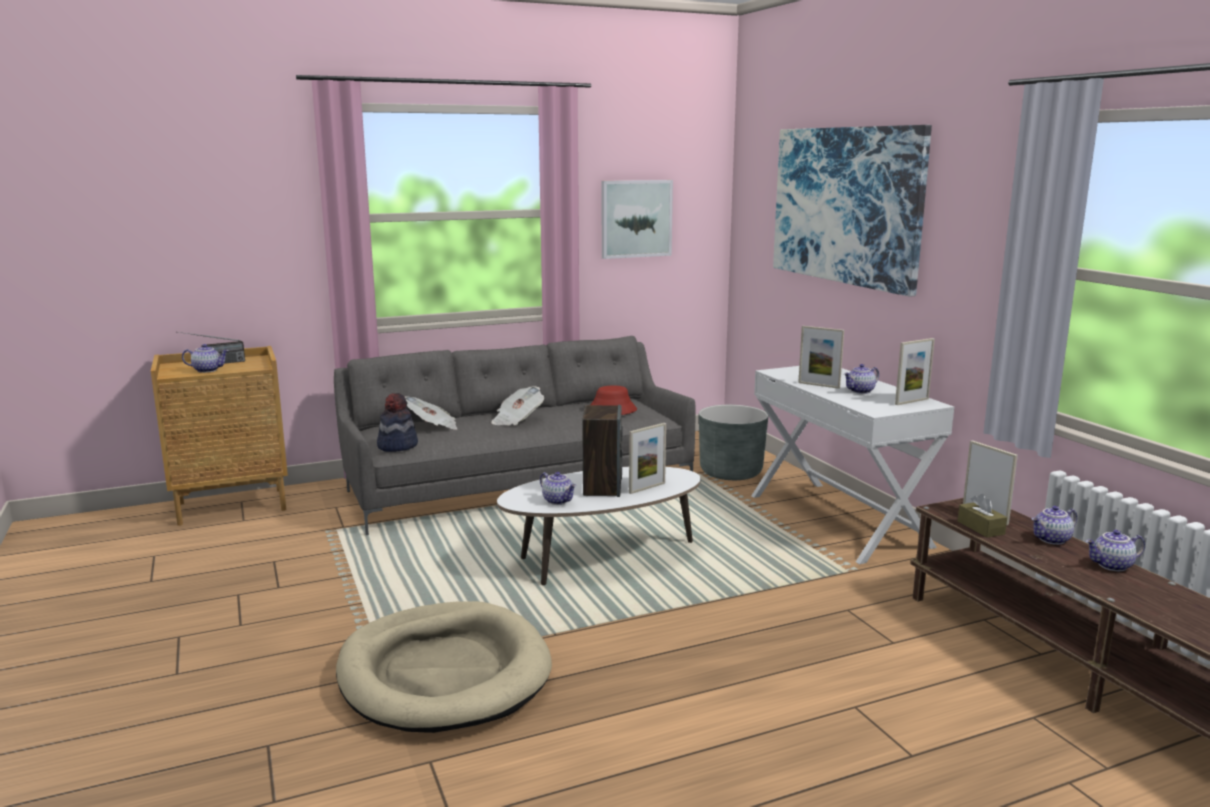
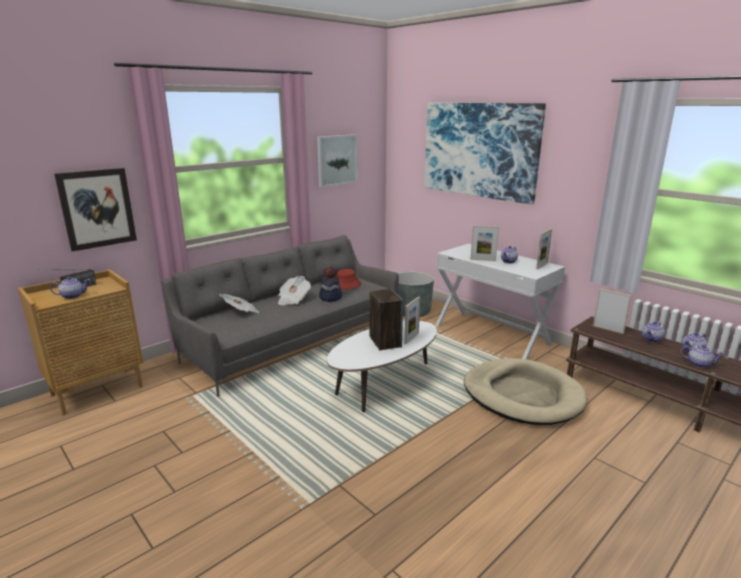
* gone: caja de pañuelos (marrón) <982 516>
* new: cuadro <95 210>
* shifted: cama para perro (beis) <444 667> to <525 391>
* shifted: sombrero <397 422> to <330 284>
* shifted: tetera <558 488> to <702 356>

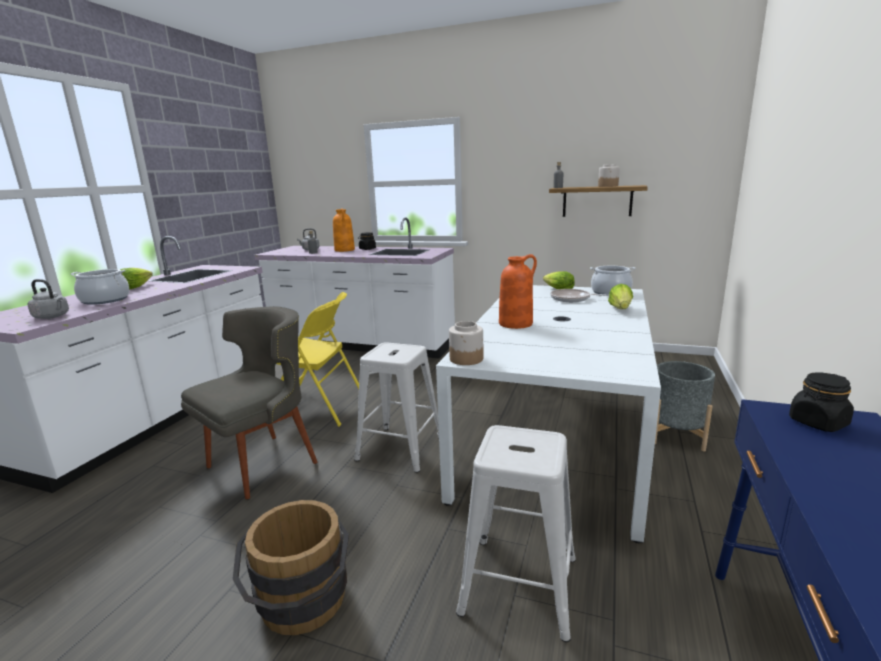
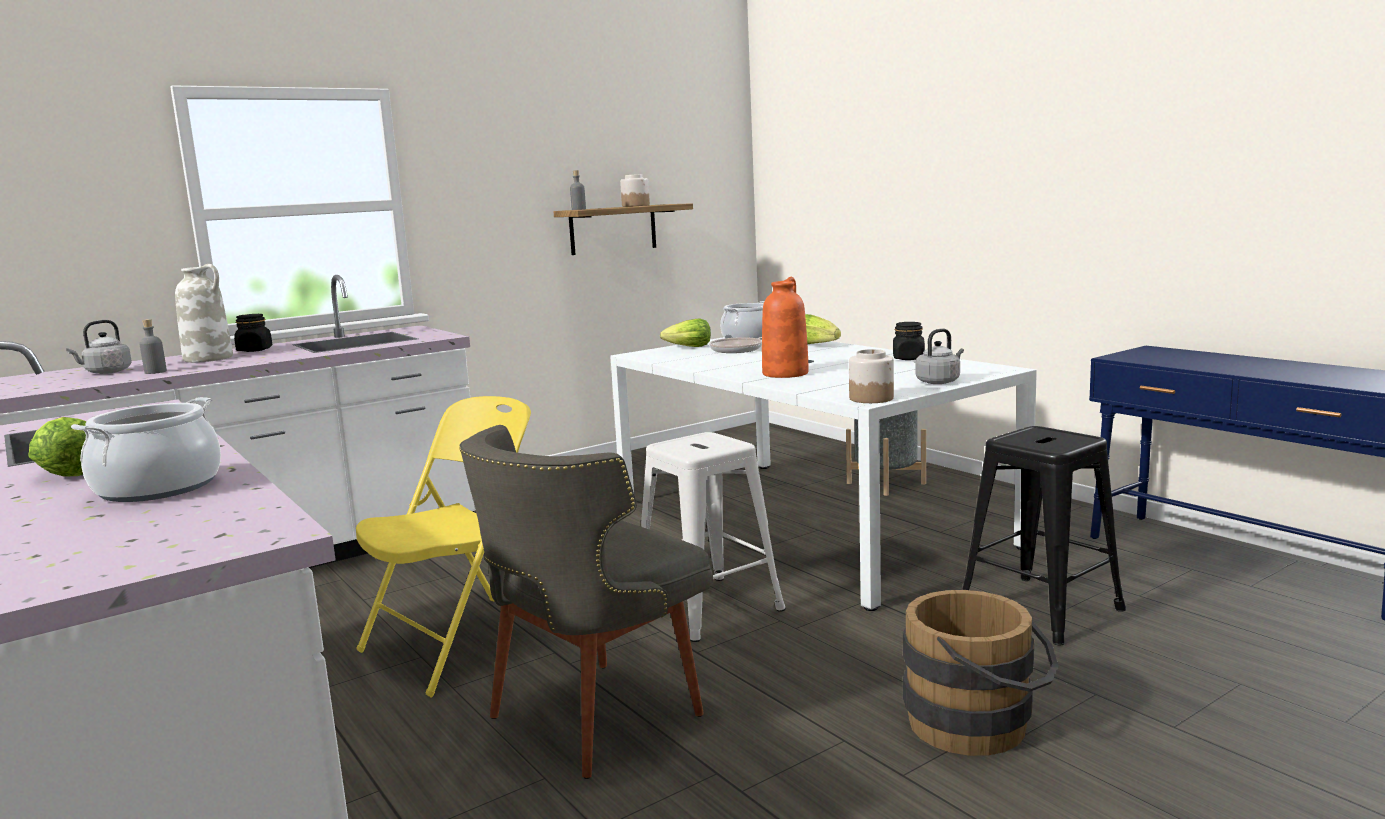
* shifted: hervidor (gris) <48 299> to <939 356>
* shifted: tarro (negro) <821 402> to <909 341>
* repainted: florero (naranja) <344 230> to florero (blanco) <204 313>
* repainted: taburete (blanco) <516 533> to taburete (negro) <1044 535>
* rotated: silla (gris) <249 403> = <586 602> 120 degrees counterclockwise

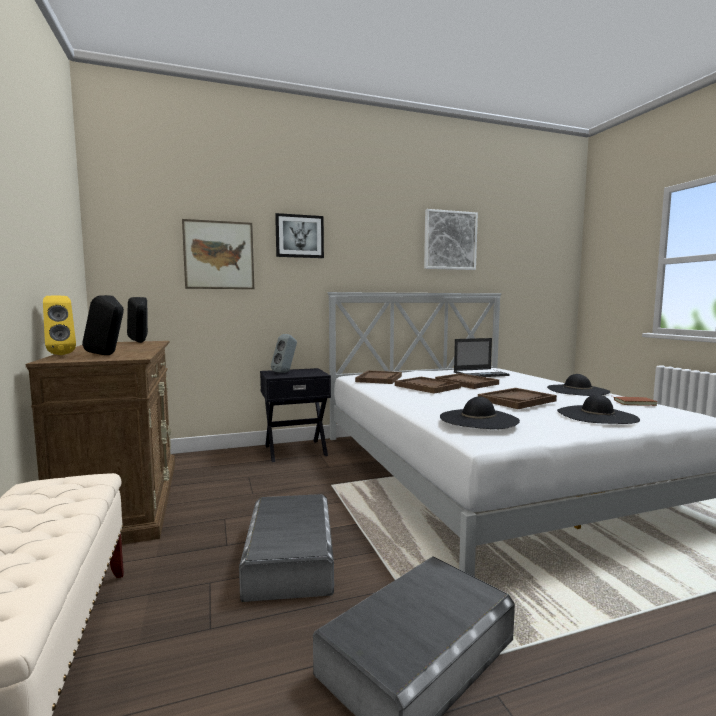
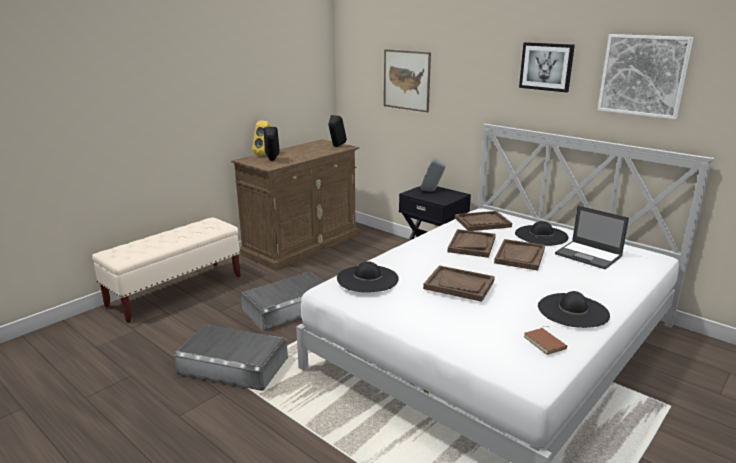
* shifted: cuadro <299 235> to <547 67>
* shifted: sombrero (negro) <598 409> to <542 233>

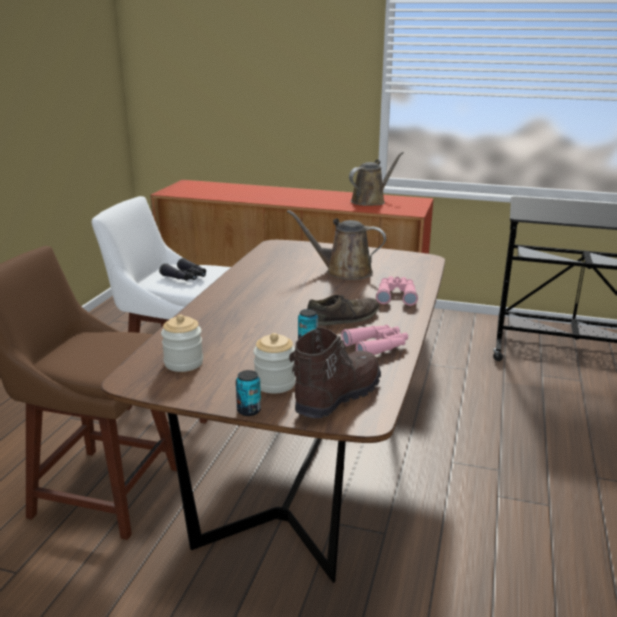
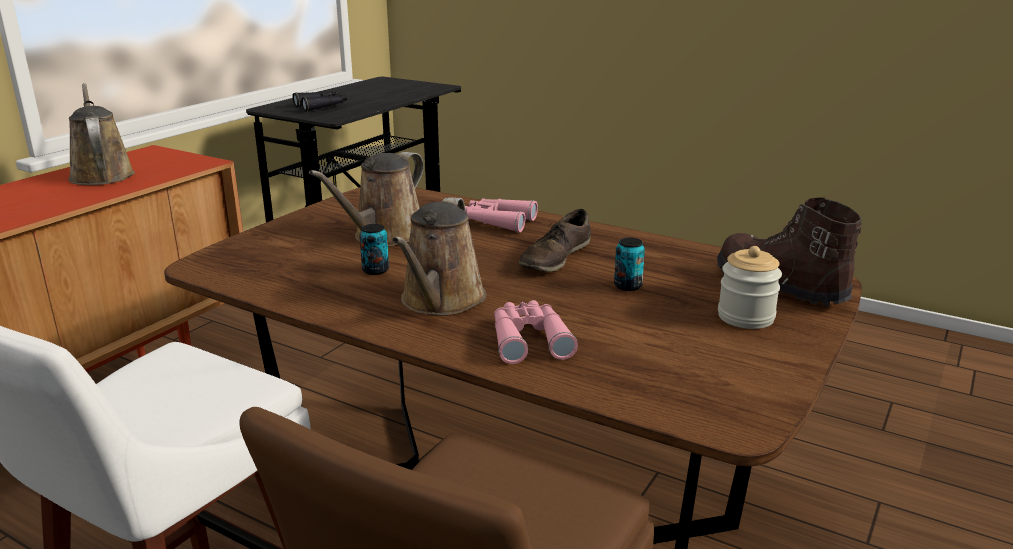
* gone: tarro <182 343>
* new: regadera (marrón) <439 257>
* shifted: prismáticos (negro) <182 269> to <319 102>
* shifted: lata <248 393> to <374 249>
* shifted: prismáticos (rosa) <374 340> to <536 332>
* rotated: zapato (marrón) <343 310> = <554 240> 135 degrees counterclockwise

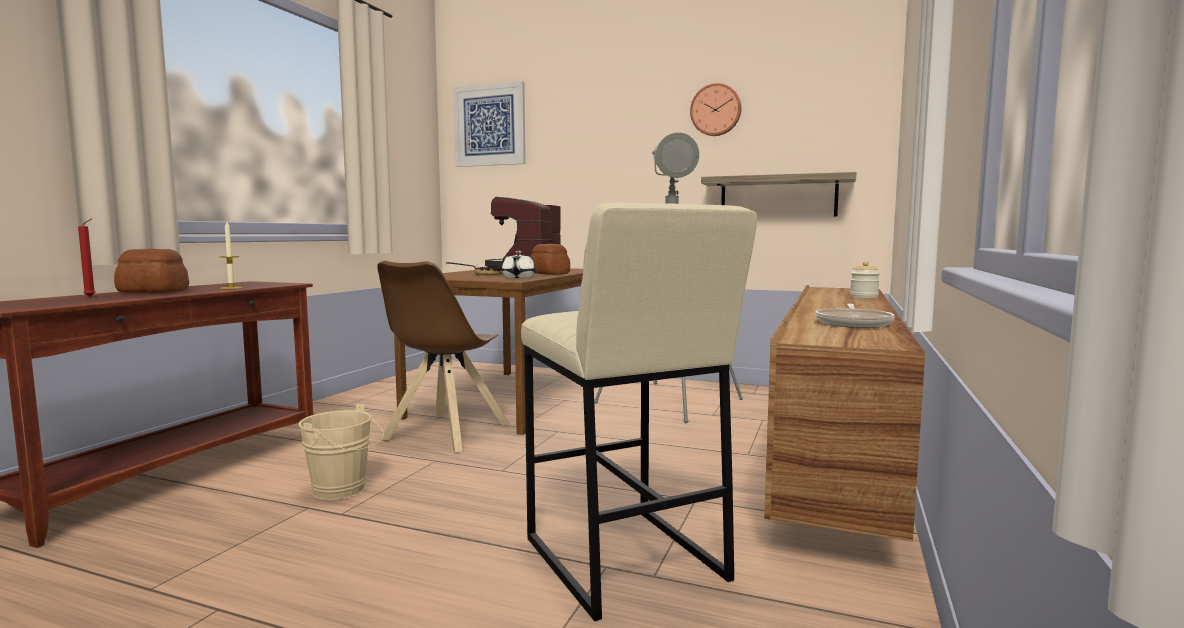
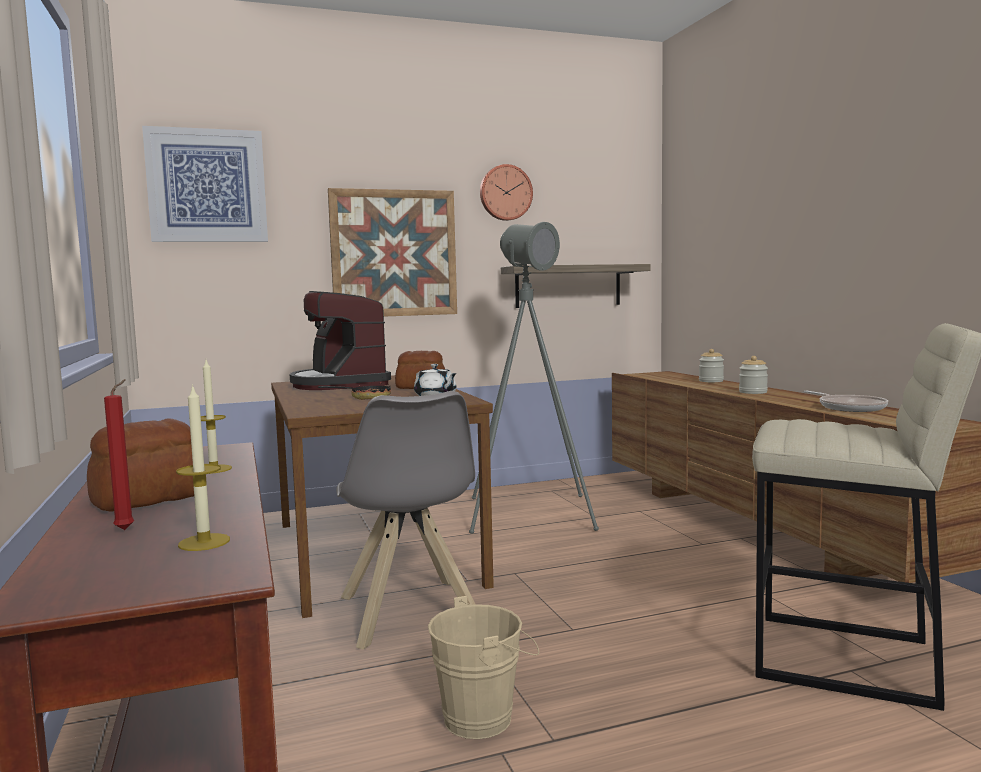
* new: vela <203 467>
* new: cuadro <392 252>
* new: tarro <753 375>
* repainted: silla (marrón) <443 356> to silla (gris) <405 520>

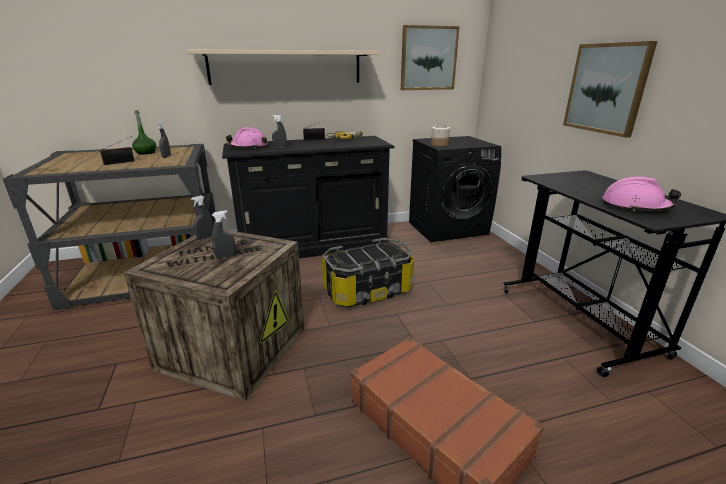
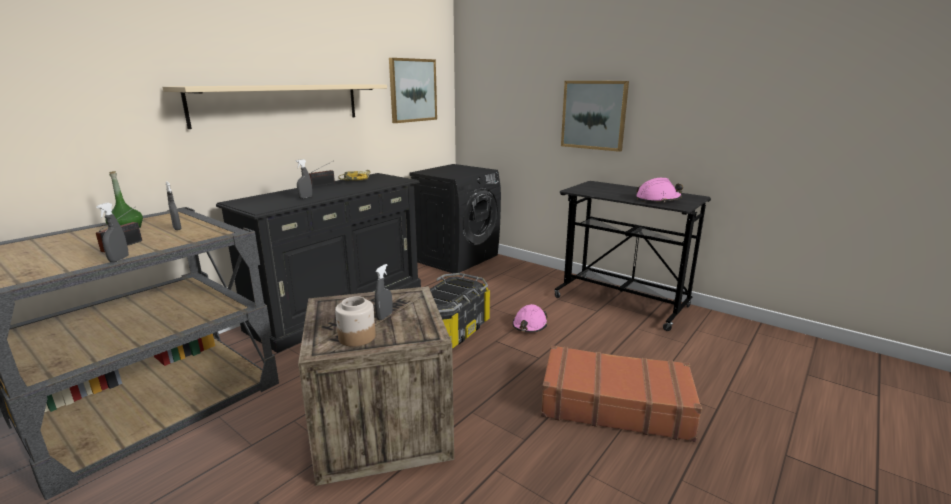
* shifted: pulverizador (gris) <202 217> to <112 232>
* shifted: casco (rosa) <247 138> to <530 318>
* shifted: tarro <440 135> to <355 321>

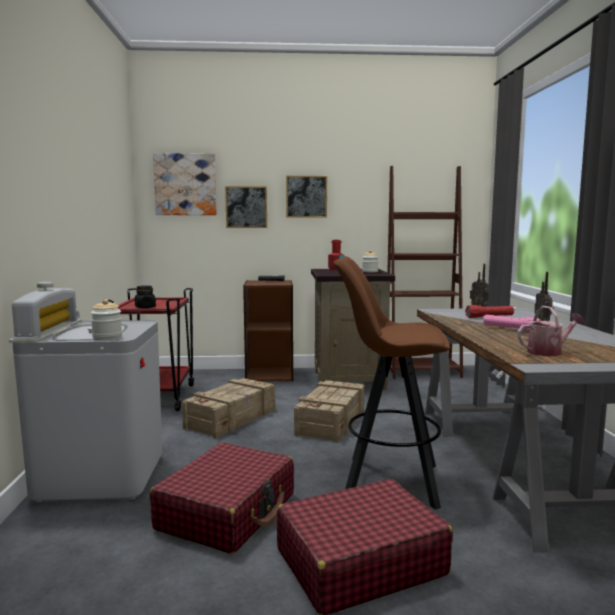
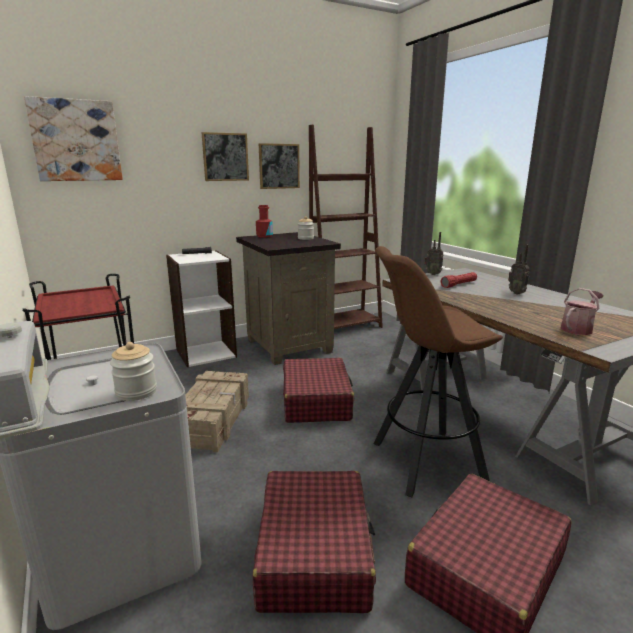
* gone: tarro (negro) <145 296>
* gone: linterna (rosa) <512 323>
* shifted: cuadro <246 207> to <279 166>
* swapped: caja de embalaje <329 411> to maleta (rojo) <318 390>
* repainted: estantería (marrón) <268 331> to estantería (blanco) <201 308>

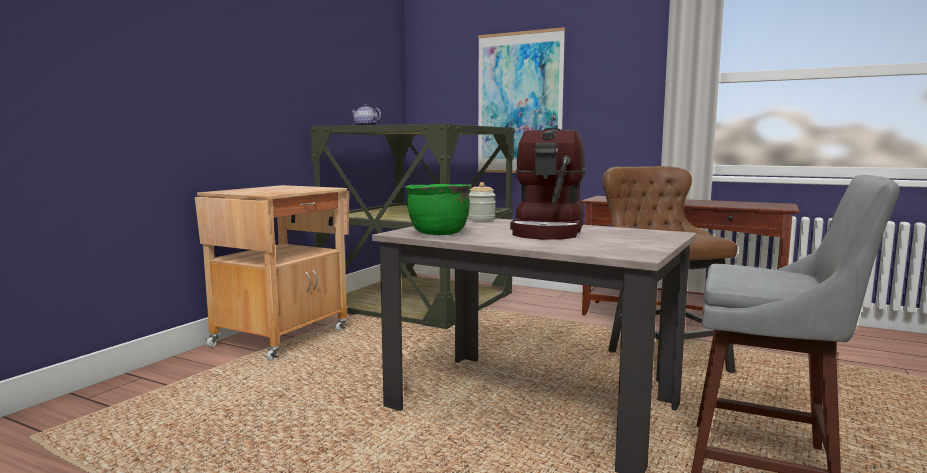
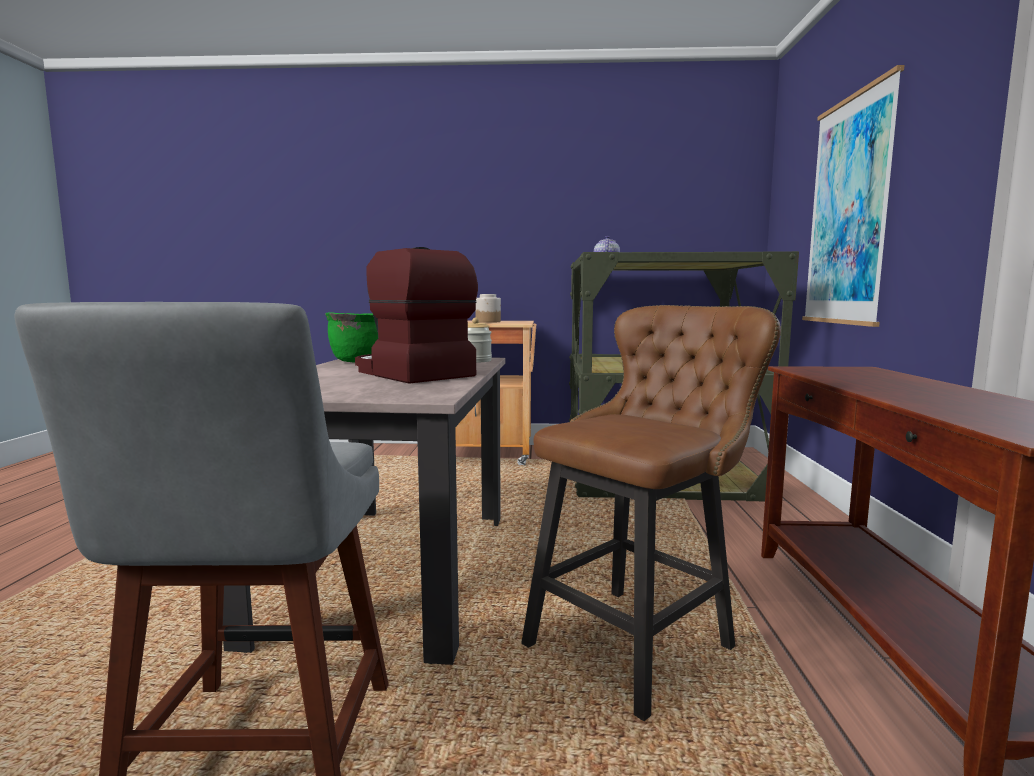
* new: tarro <488 308>
* rotated: cafetera <548 184> = <416 315> 60 degrees clockwise

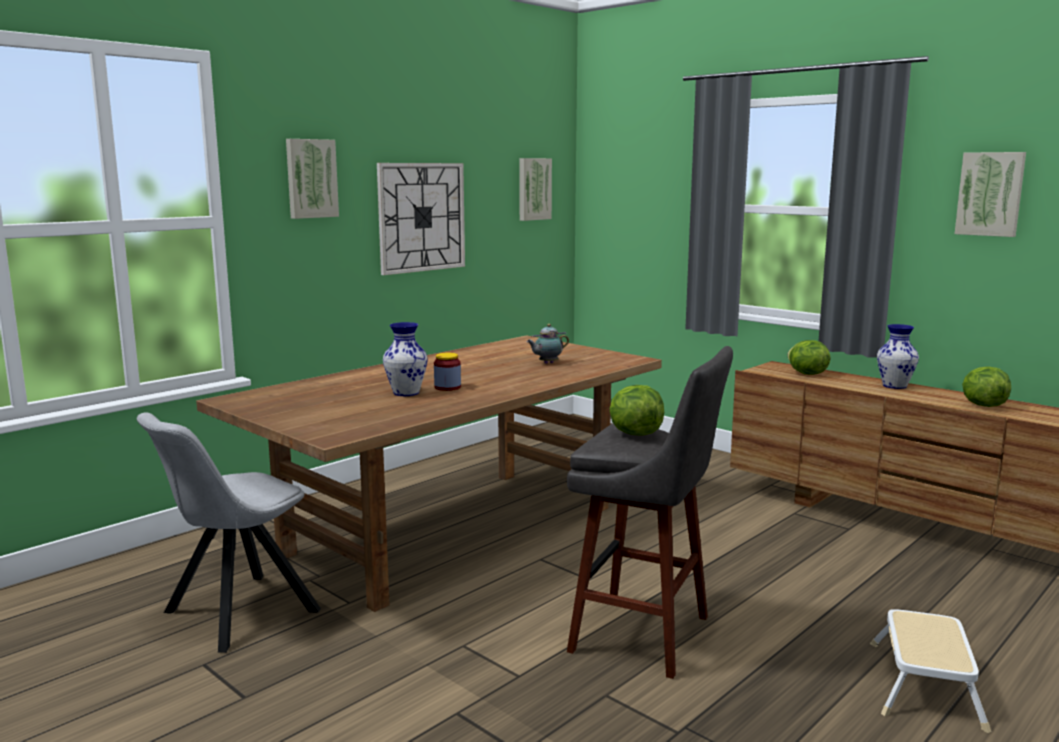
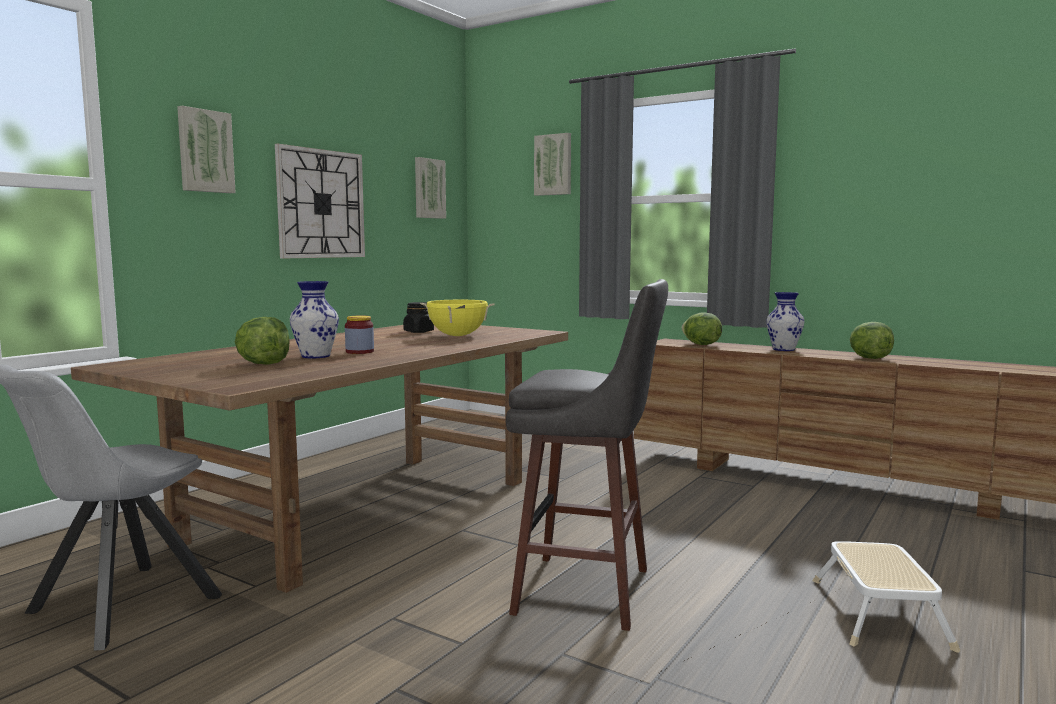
* new: tarro (negro) <418 317>
* shifted: lechuga <637 410> to <262 341>
* shifted: cuadro <990 194> to <552 164>
* swapped: tetera <548 344> to olla (amarillo) <457 318>

